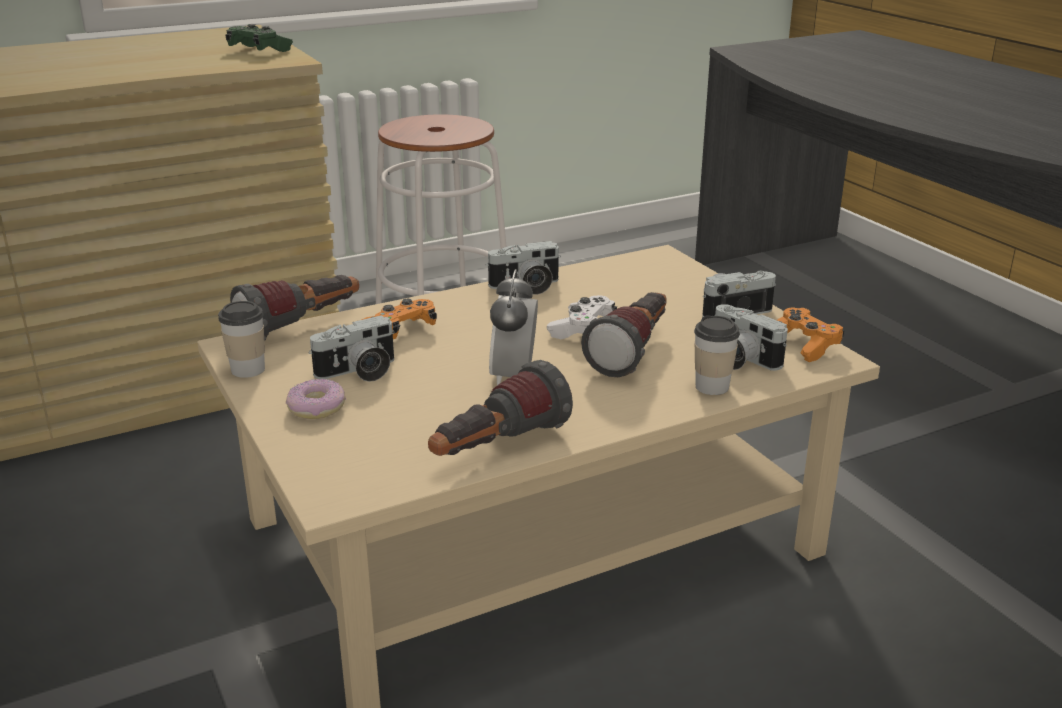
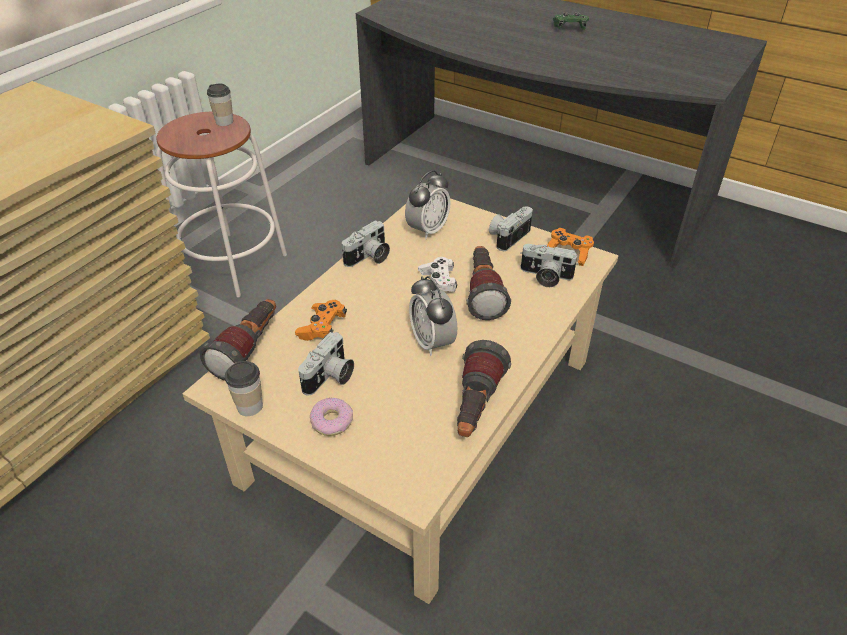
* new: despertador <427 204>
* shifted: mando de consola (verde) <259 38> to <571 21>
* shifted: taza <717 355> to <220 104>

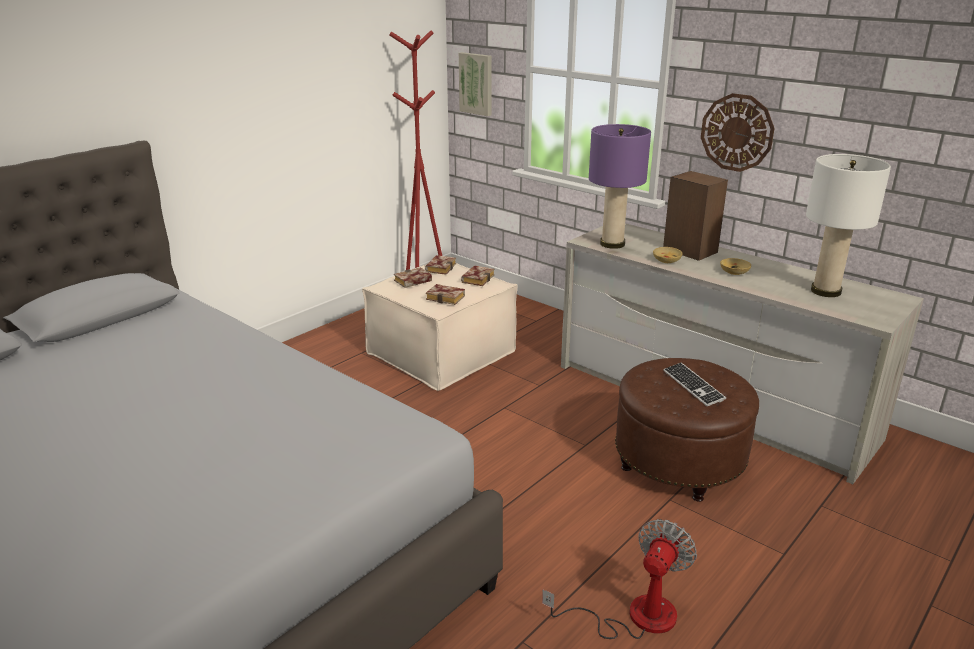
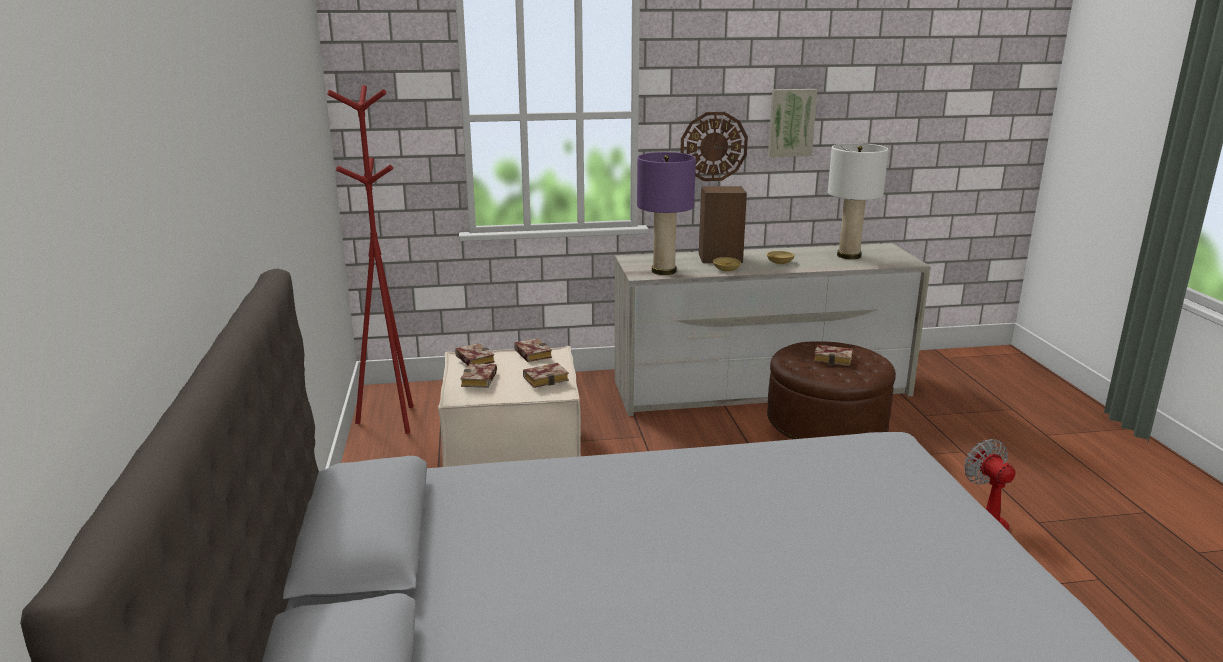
* shifted: cuadro <475 84> to <792 123>
* swapped: teclado <694 384> to libro <833 355>

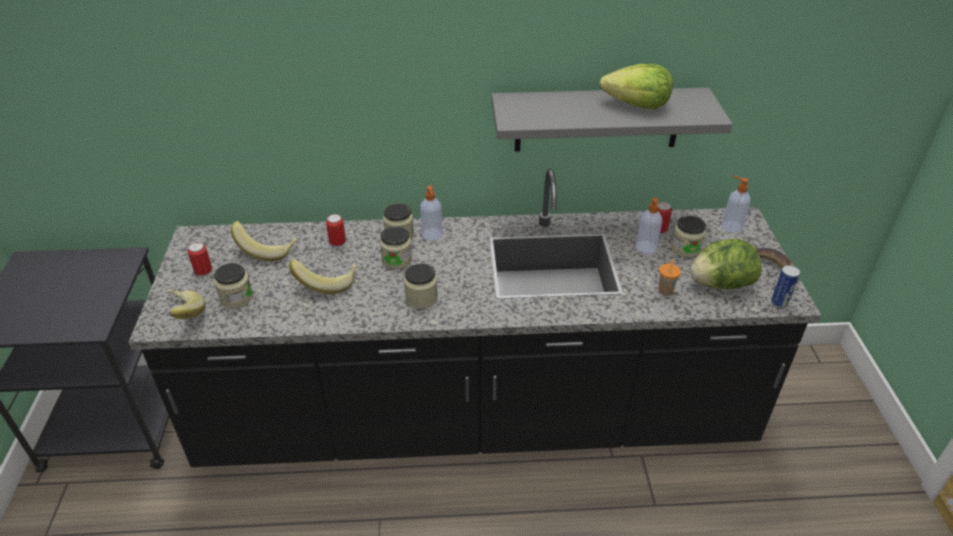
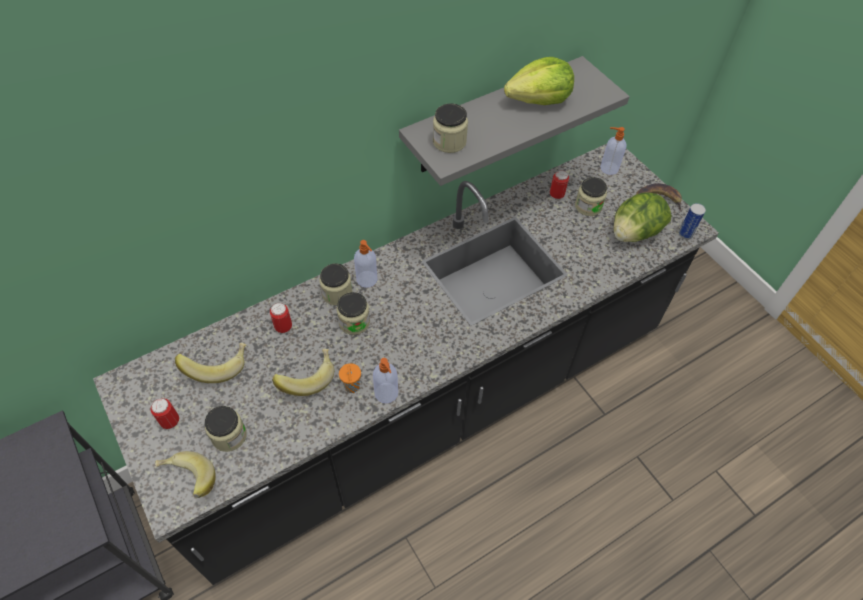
* shifted: tarro <421 286> to <450 128>
* shifted: dispensador de jabón <649 225> to <385 380>
* shifted: taza (naranja) <669 277> to <350 378>

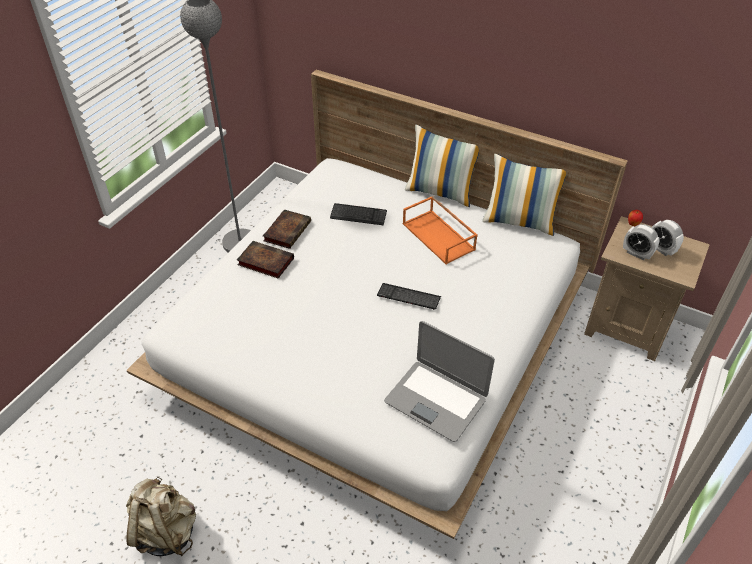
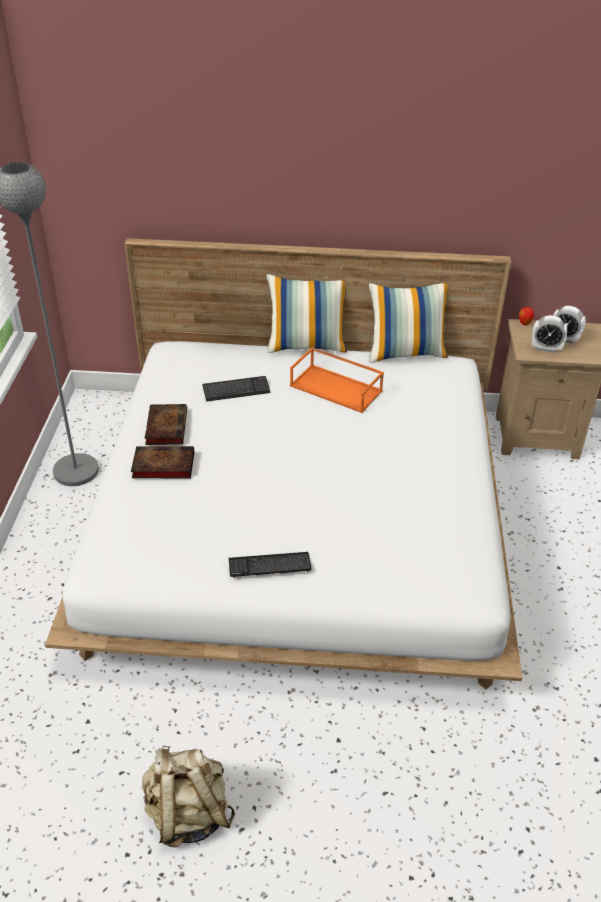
* gone: portátil <439 381>
* shifted: teclado <409 296> to <270 565>

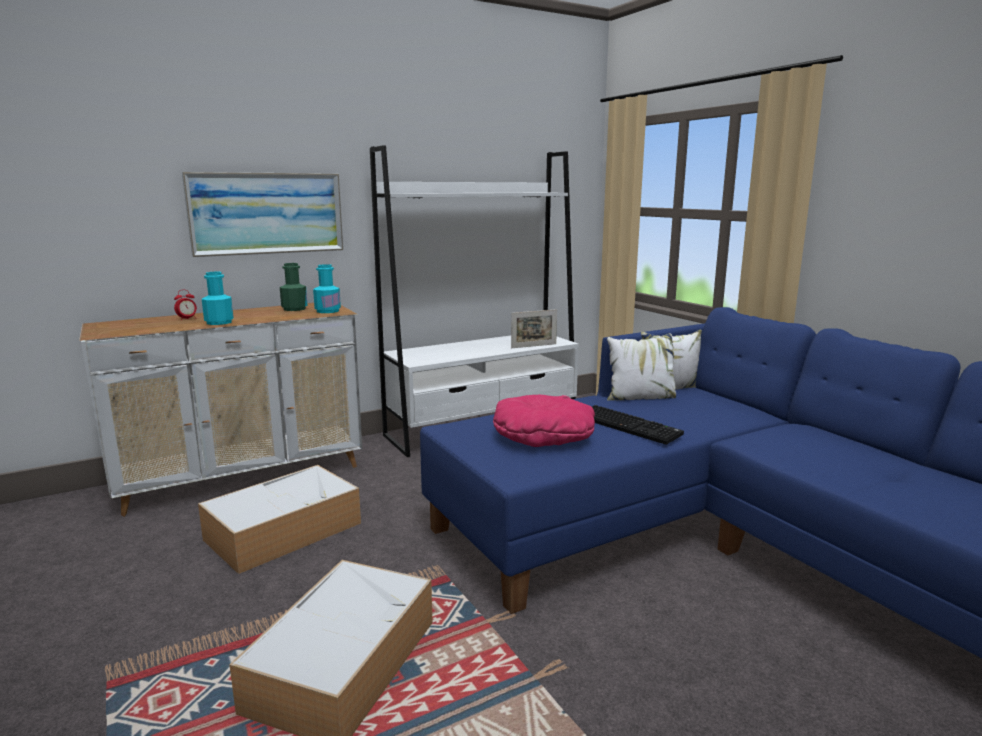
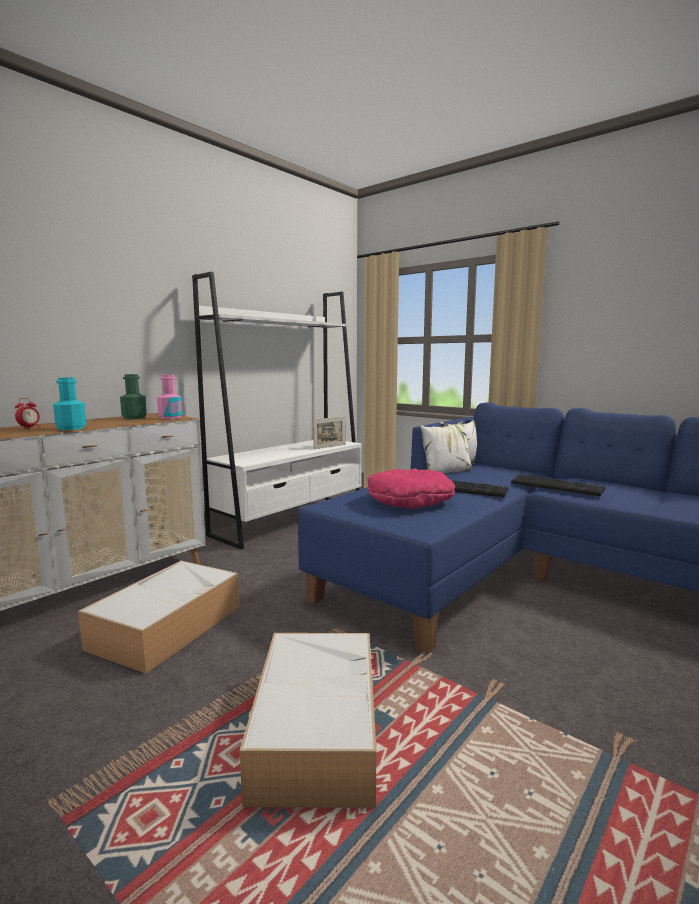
* gone: cuadro <262 214>
* new: teclado <558 485>
* repainted: botella (turquesa) <327 288> to botella (rosa) <169 397>

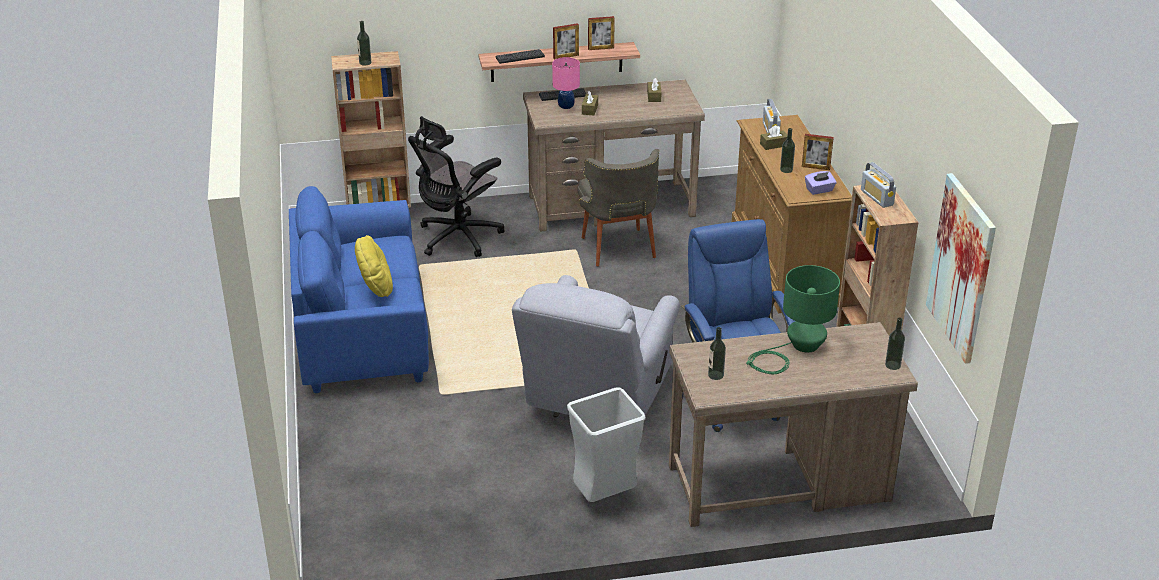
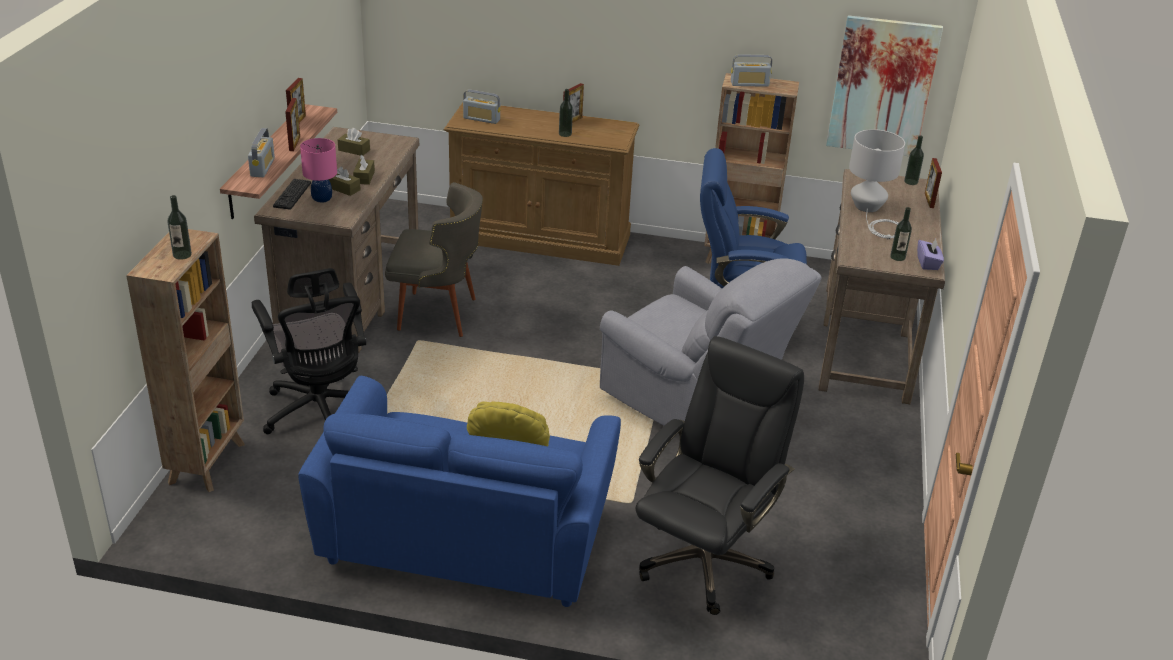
* gone: papelera (gris) <606 444>
* new: silla de oficina (negro) <720 475>
* new: portarretratos <933 183>
* shifted: caja de pañuelos (marrón) <773 137> to <364 170>
* shifted: caja de pañuelos (morado) <821 183> to <930 254>
* swapped: teclado <520 56> to radio <261 152>
* repainted: lámpara de mesa (verde) <793 319> to lámpara de mesa (gris) <877 184>

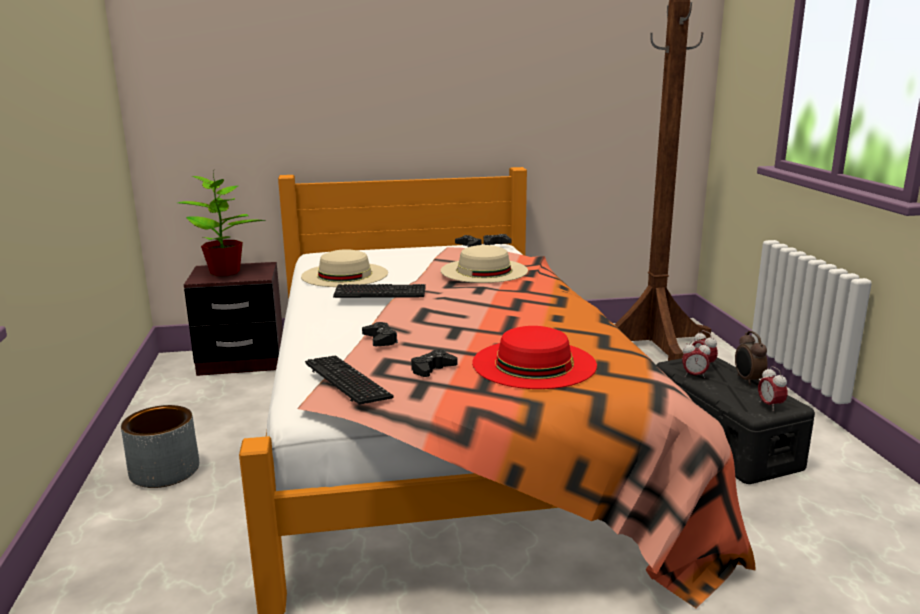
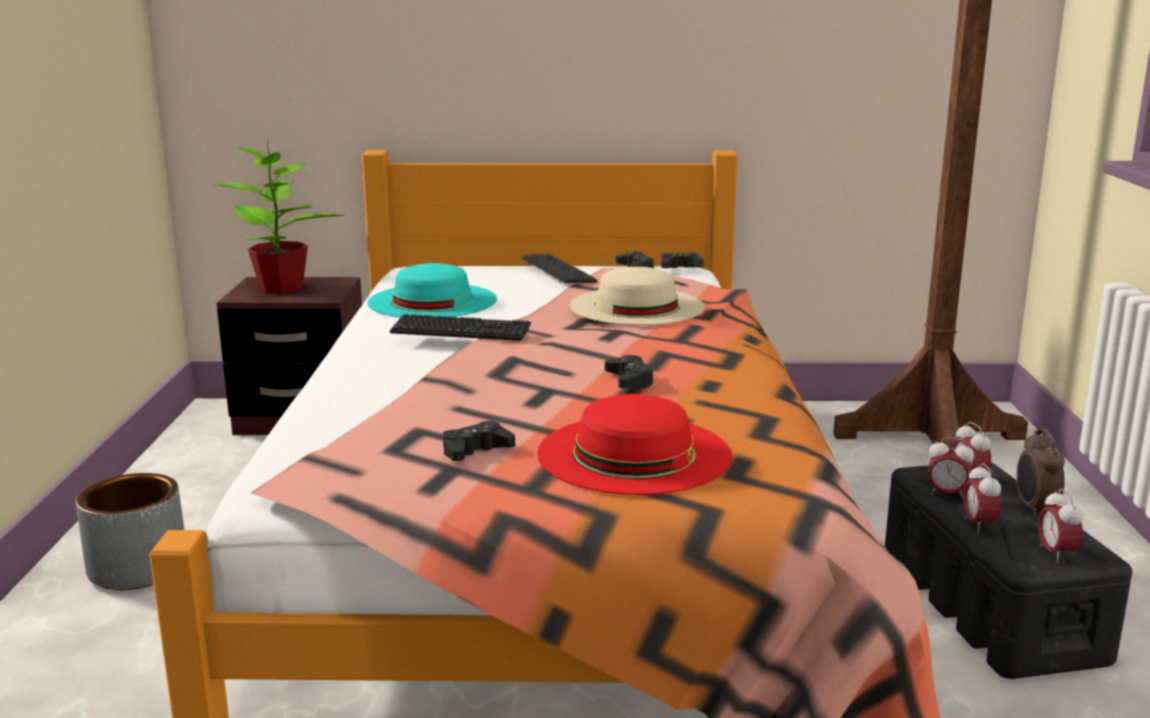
* new: despertador <982 498>
* shifted: teclado <349 380> to <559 268>
* shifted: mando de consola (negro) <380 334> to <629 372>
* repainted: sombrero (beis) <344 268> to sombrero (turquesa) <432 290>

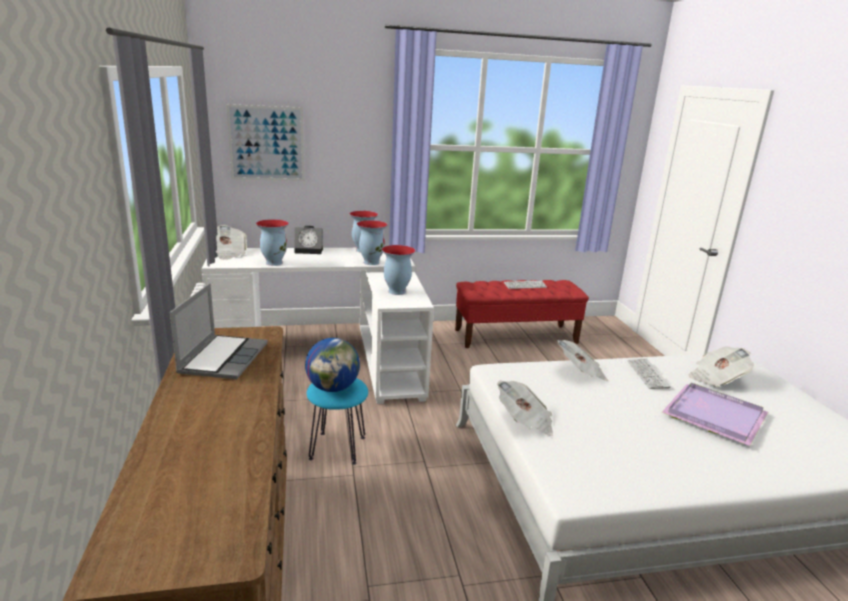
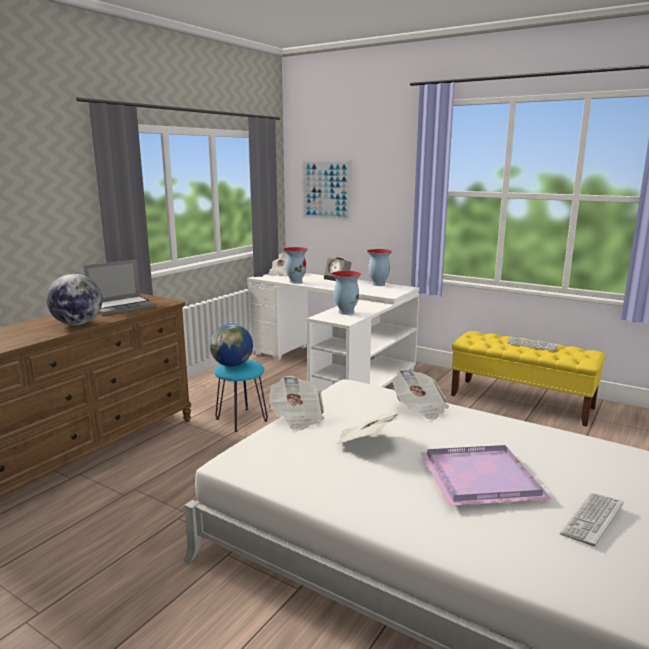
* gone: florero <372 242>
* new: globo terráqueo <74 299>
* shifted: teclado <649 374> to <591 520>
* shifted: periódico <721 366> to <367 427>
* repainted: banco (rojo) <522 314> to banco (amarillo) <528 379>

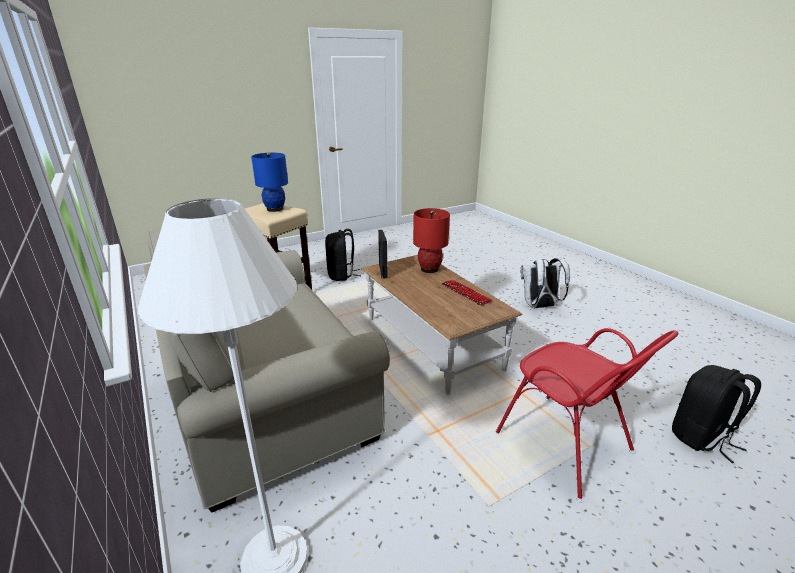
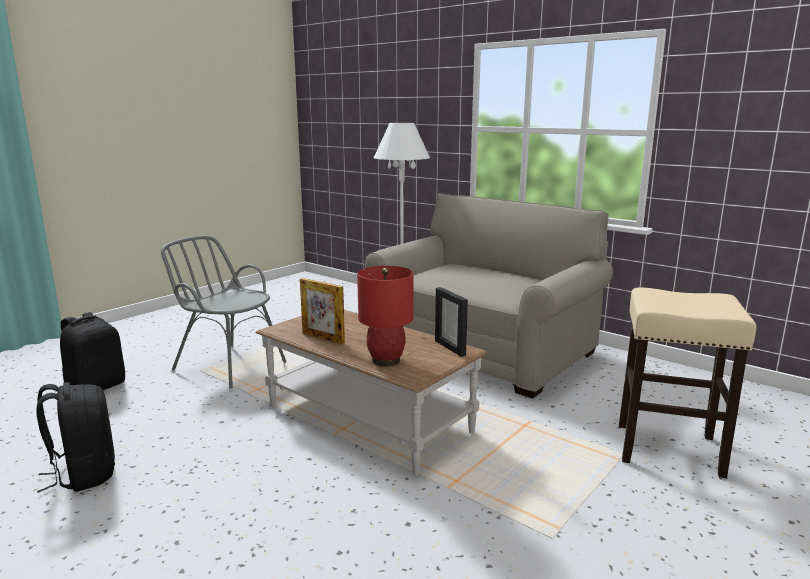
* gone: lámpara de mesa (azul) <269 182>
* gone: mochila (blanco) <545 283>
* shifted: mochila (negro) <343 255> to <76 437>
* swapped: teclado <466 292> to portarretratos <322 311>
* repainted: silla (rojo) <587 415> to silla (gris) <224 313>

